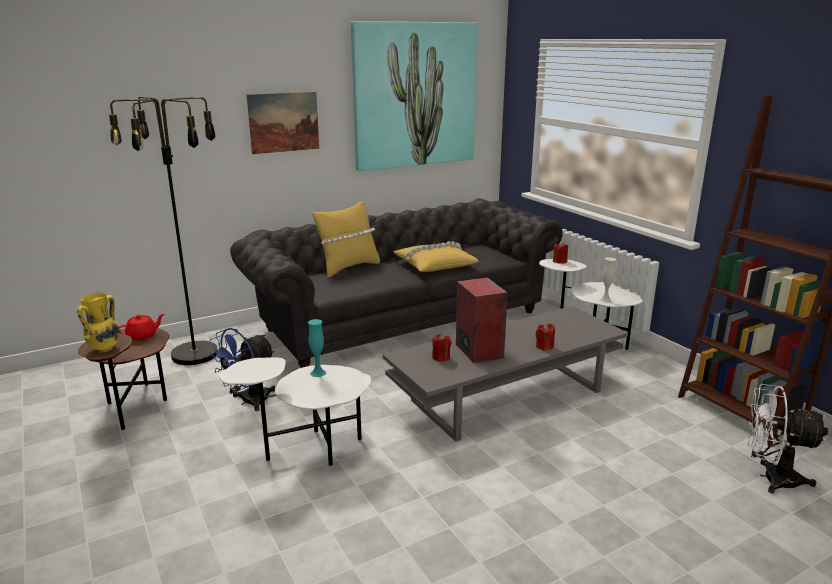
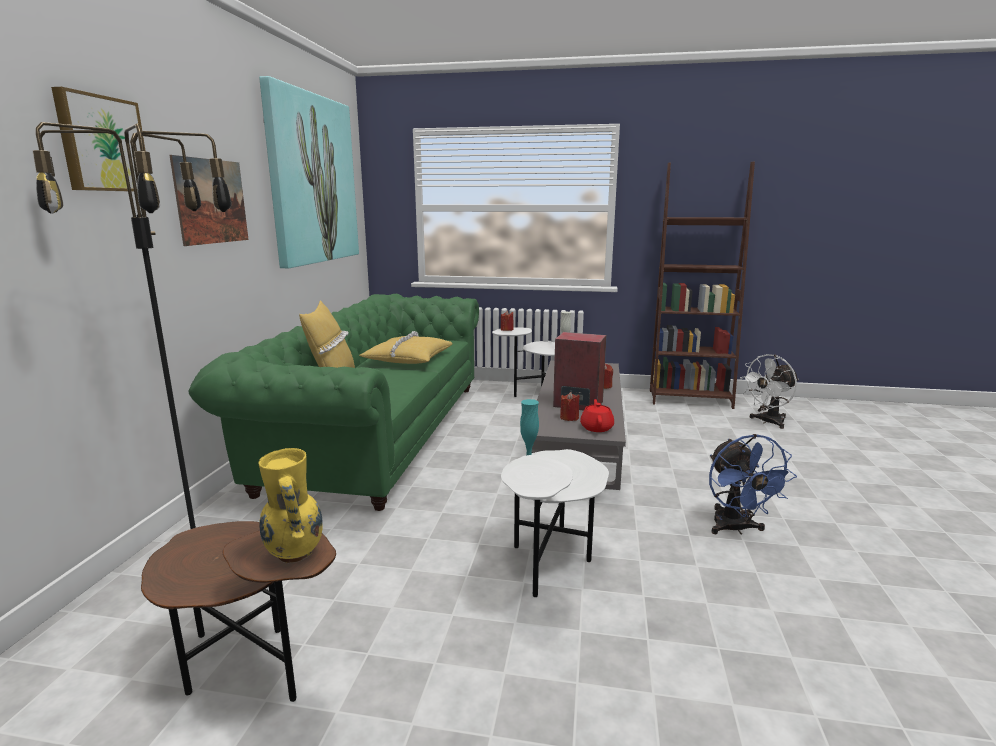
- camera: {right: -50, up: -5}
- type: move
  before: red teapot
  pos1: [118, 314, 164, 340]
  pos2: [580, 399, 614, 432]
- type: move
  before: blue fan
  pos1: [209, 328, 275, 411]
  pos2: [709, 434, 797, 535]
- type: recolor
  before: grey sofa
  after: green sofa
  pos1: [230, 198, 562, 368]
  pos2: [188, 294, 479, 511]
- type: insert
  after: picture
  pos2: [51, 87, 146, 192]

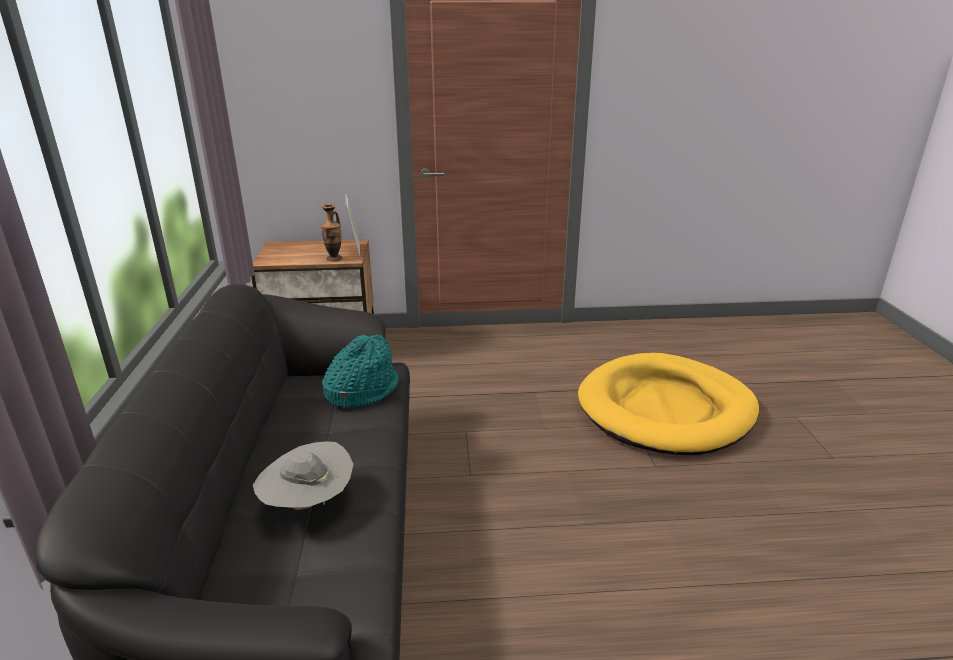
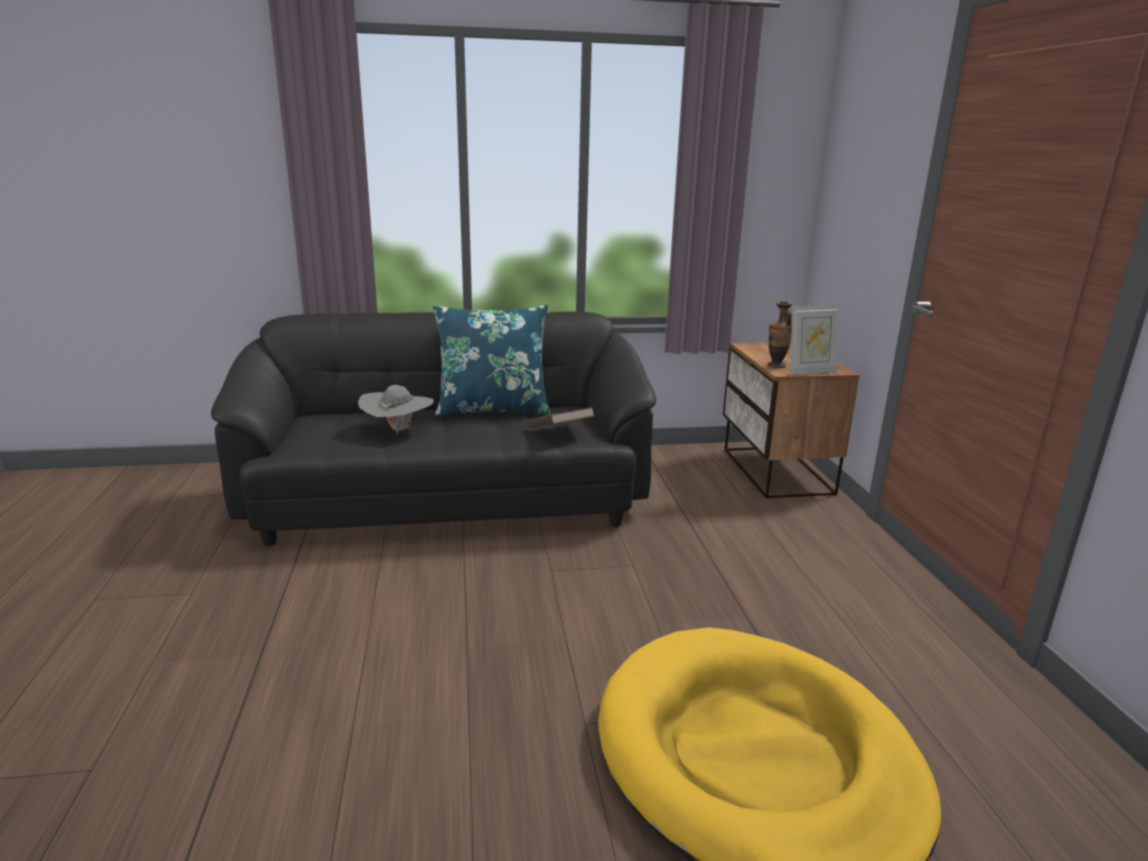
- camera: {right: 85, up: -5}
- type: replace
  before: turquoise hat
  after: brown book
  pos1: [322, 335, 398, 408]
  pos2: [527, 407, 595, 429]
- type: insert
  after: blue pillow
  pos2: [433, 305, 550, 417]

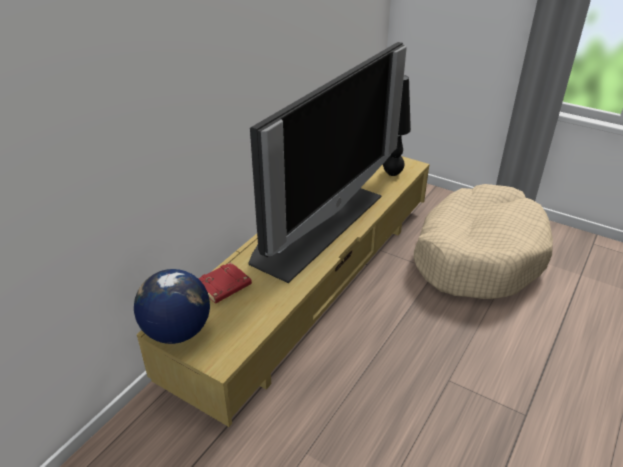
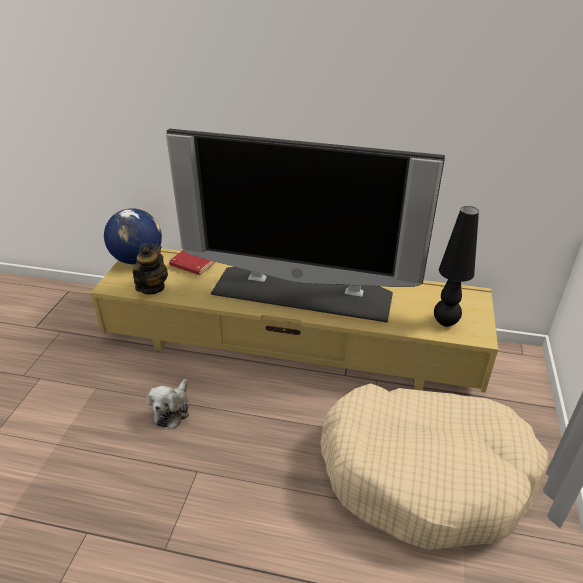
- camera: {right: 70, up: 0}
- type: insert
  after: teapot
  pos2: [133, 246, 168, 295]
- type: insert
  after: plush toy
  pos2: [148, 379, 189, 429]

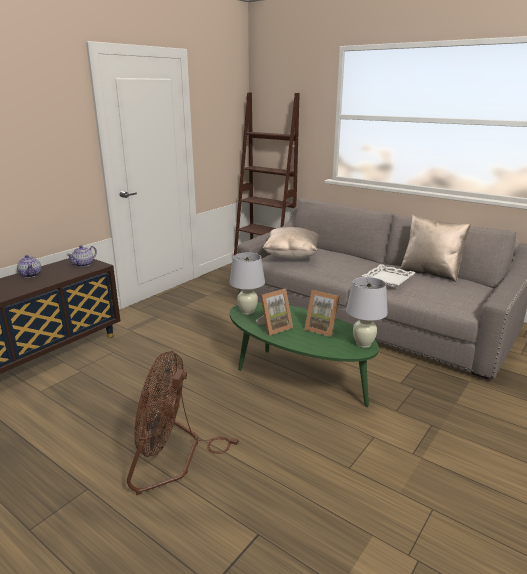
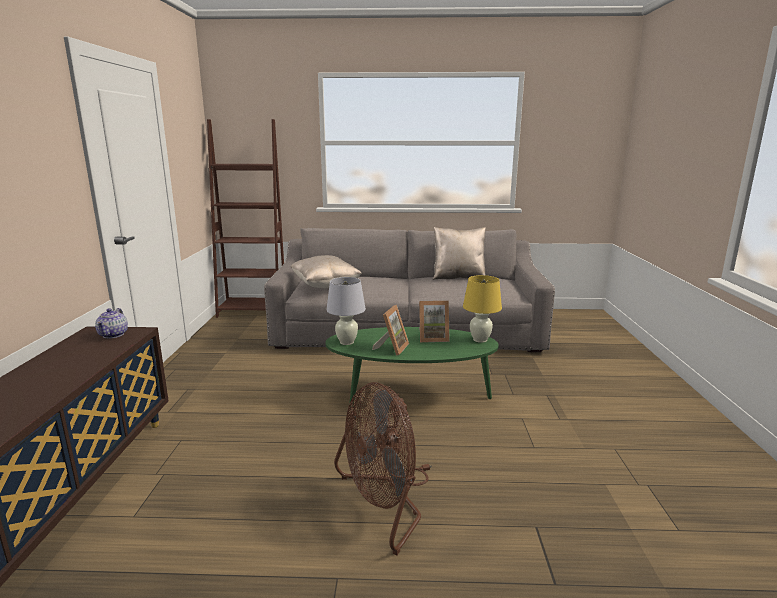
- camera: {right: -35, up: -5}
- type: delete
  before: teapot
  pos1: [17, 255, 42, 278]
- type: recolor
  before: white table lamp
  after: yellow table lamp
  pos1: [346, 277, 388, 348]
  pos2: [463, 275, 502, 343]
- type: delete
  before: white tray
  pos1: [362, 264, 416, 288]

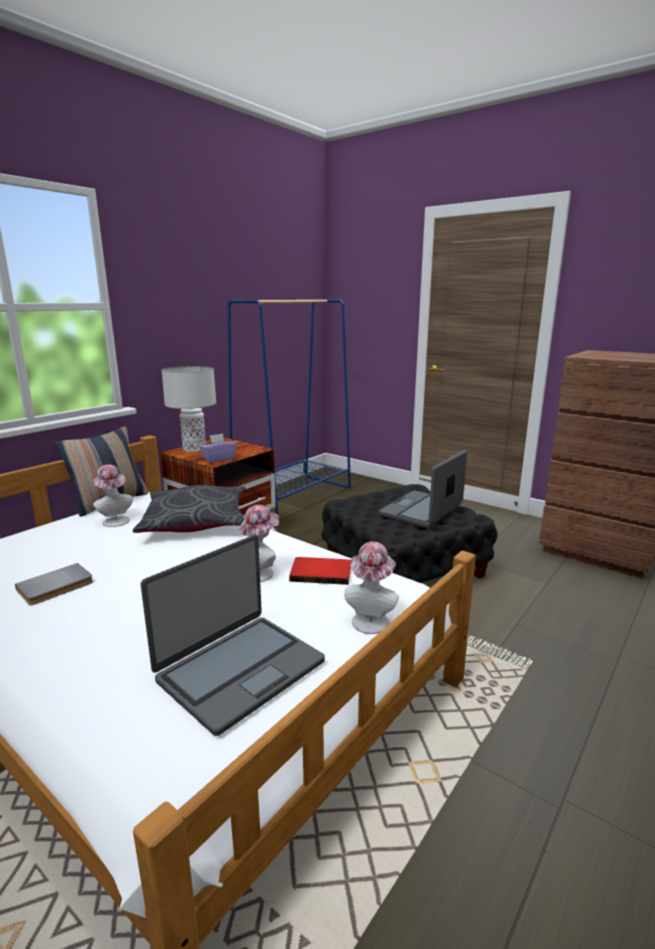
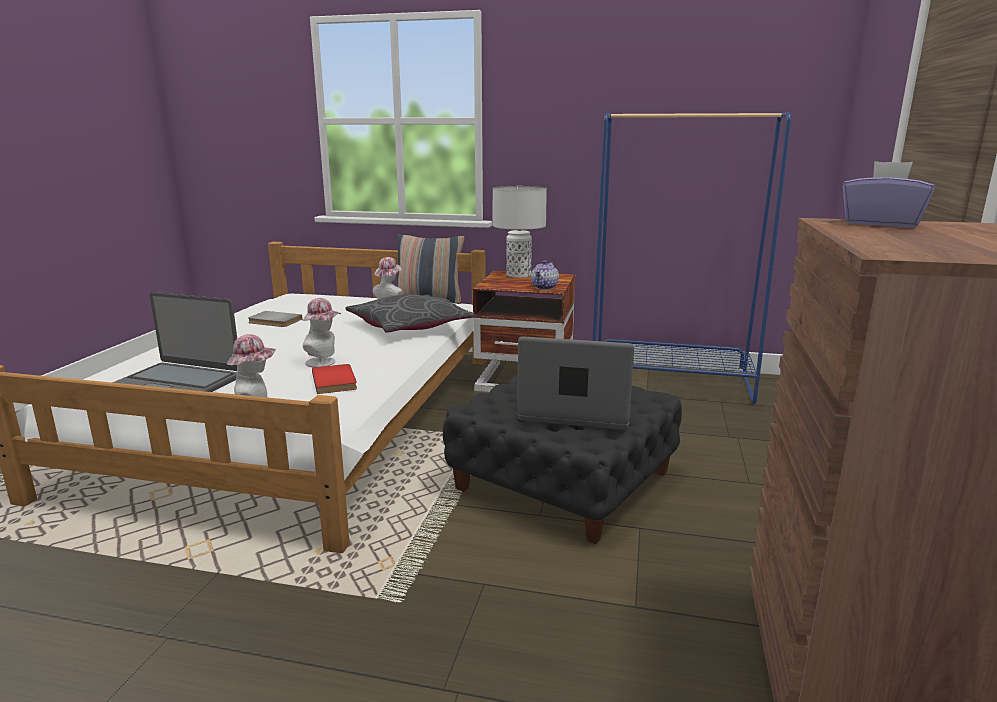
- camera: {right: 65, up: 0}
- type: move
  before: purple tissue box
  pos1: [200, 434, 237, 463]
  pos2: [843, 161, 935, 227]
- type: insert
  after: teapot
  pos2: [531, 260, 559, 290]

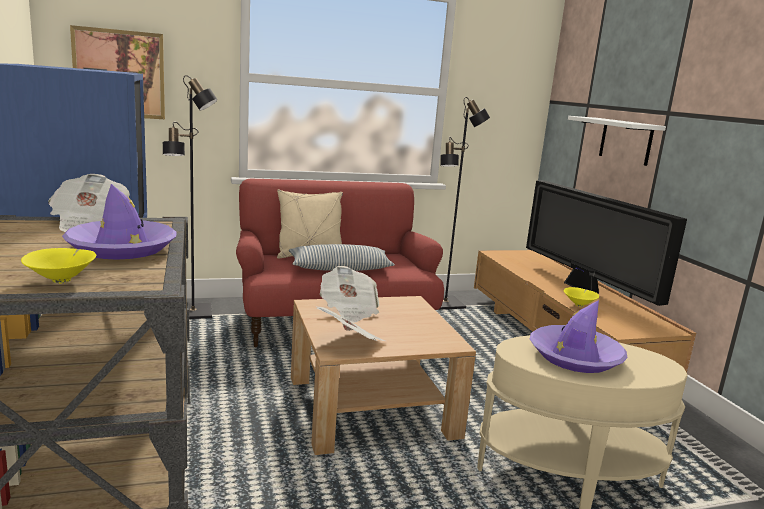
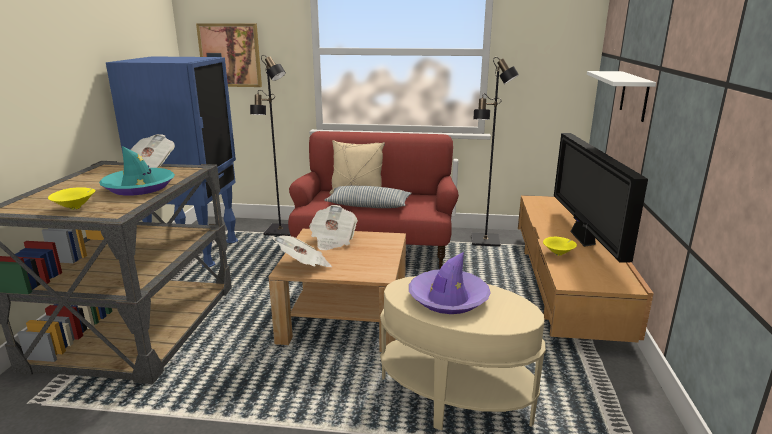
- camera: {right: 25, up: 5}
- type: recolor
  before: purple hat
  after: turquoise hat
  pos1: [62, 184, 177, 260]
  pos2: [99, 146, 175, 196]

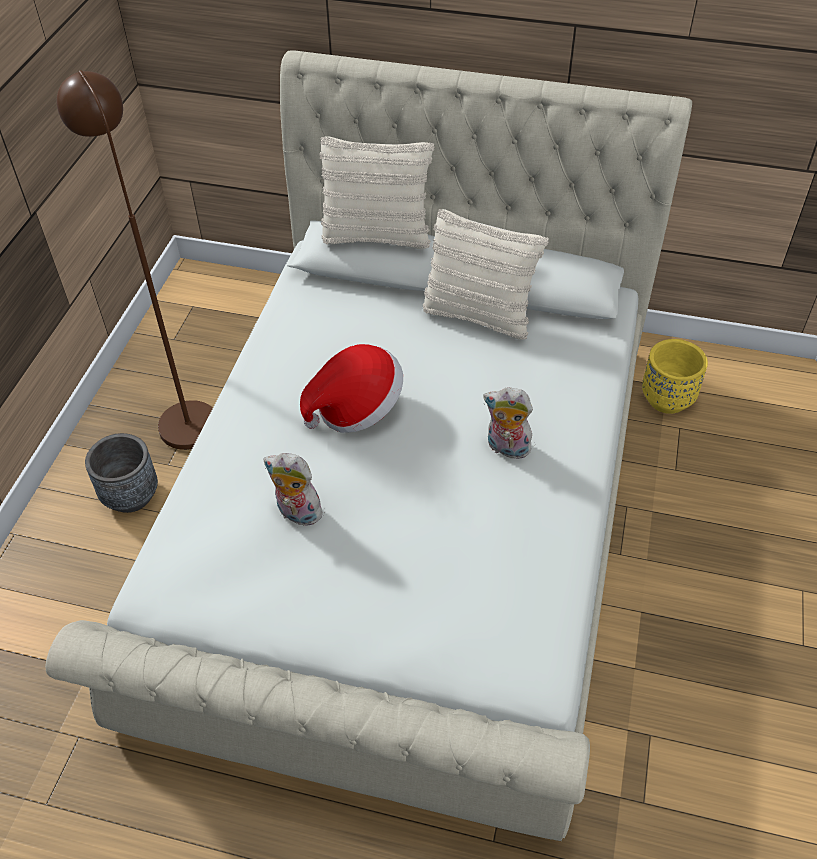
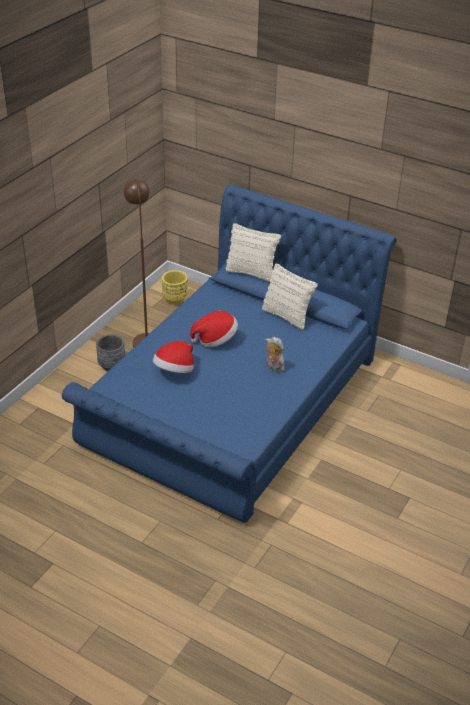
- camera: {right: 15, up: -10}
- type: recolor
  before: beige bed
  after: blue bed
  pos1: [45, 50, 692, 841]
  pos2: [62, 184, 397, 523]
- type: replace
  before: plush toy
  after: hat
  pos1: [263, 453, 328, 526]
  pos2: [153, 341, 194, 373]
- type: move
  before: yellow planter
  pos1: [642, 339, 708, 414]
  pos2: [162, 270, 188, 304]

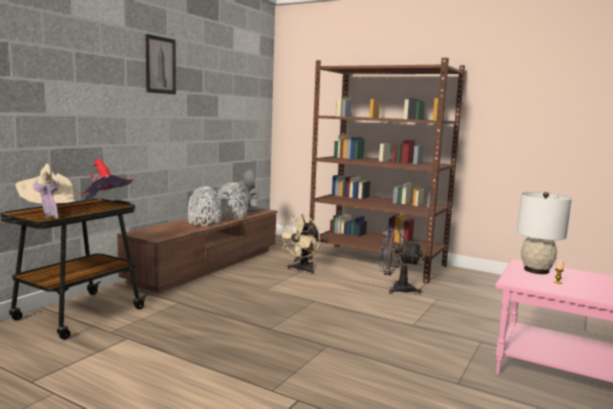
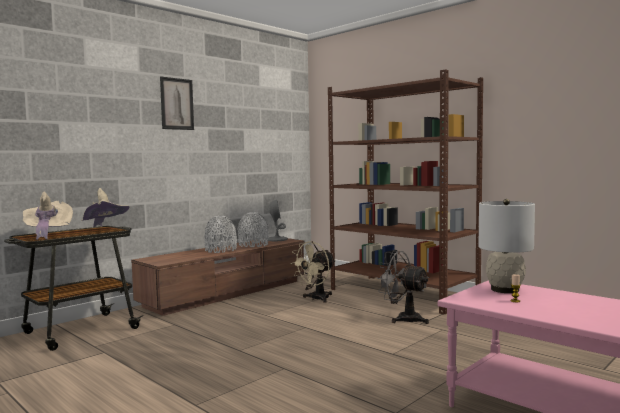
- camera: {right: 15, up: -5}
- type: recolor
  before: red hat
  after: beige hat
  pos1: [78, 159, 134, 201]
  pos2: [81, 188, 130, 227]

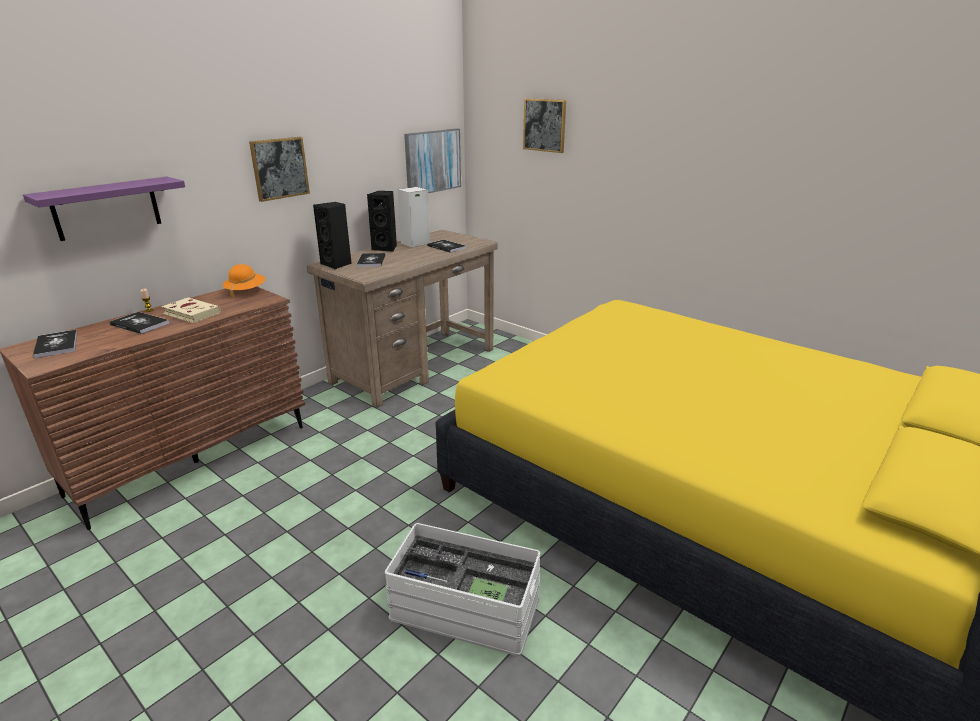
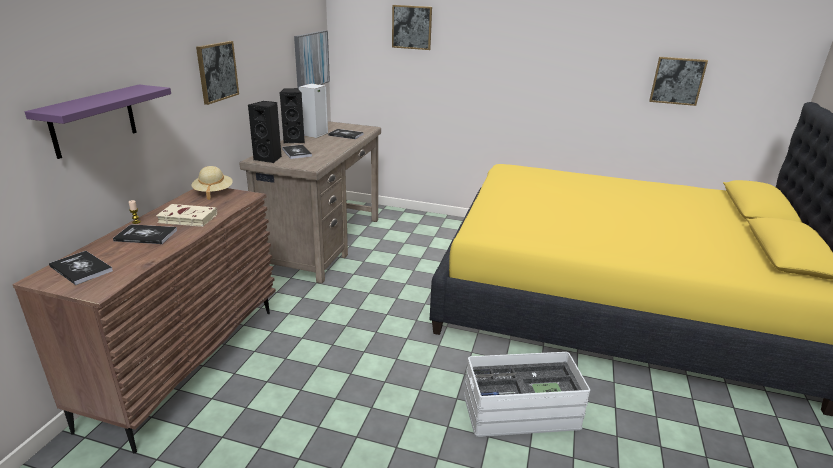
- camera: {right: -25, up: 0}
- type: recolor
  before: orange hat
  after: beige hat
  pos1: [223, 264, 266, 298]
  pos2: [192, 166, 233, 200]
- type: insert
  after: picture
  pos2: [649, 57, 708, 106]

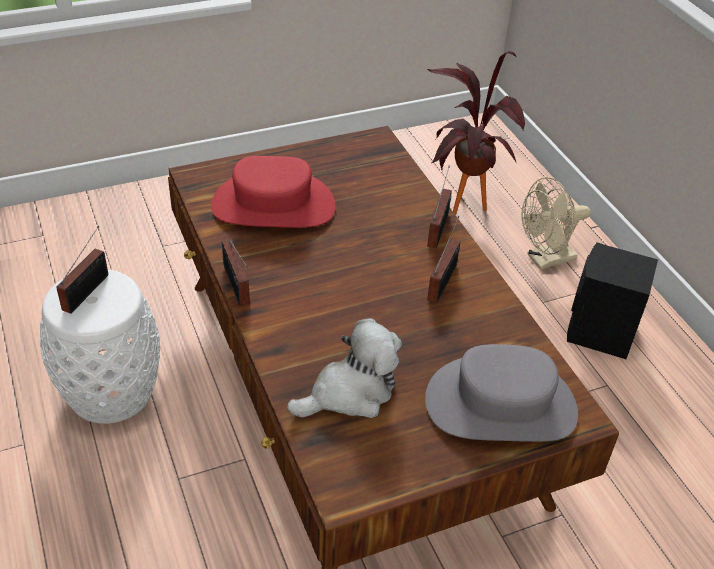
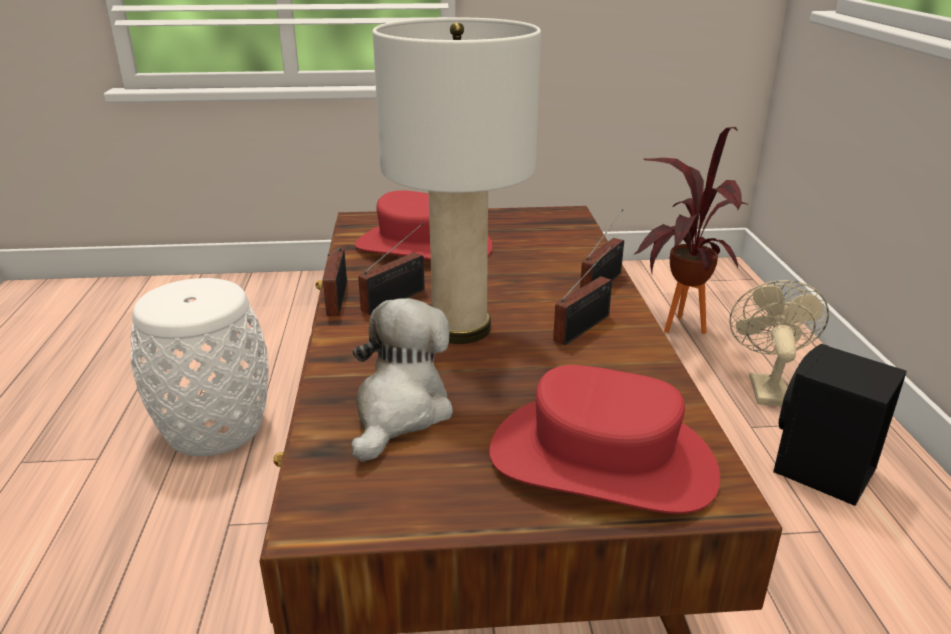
- camera: {right: 20, up: -15}
- type: move
  before: radio
  pos1: [56, 225, 108, 314]
  pos2: [358, 223, 425, 315]
- type: rotate
  before: plush toy
  pos1: [287, 318, 402, 418]
  pos2: [351, 298, 453, 462]
  turn: -60
- type: recolor
  before: grey hat
  after: red hat
  pos1: [425, 344, 578, 442]
  pos2: [490, 365, 720, 514]
- type: rotate
  before: beige fan
  pos1: [521, 177, 591, 270]
  pos2: [729, 280, 829, 406]
  turn: 105
- type: insert
  after: white table lamp
  pos2: [373, 17, 541, 344]

